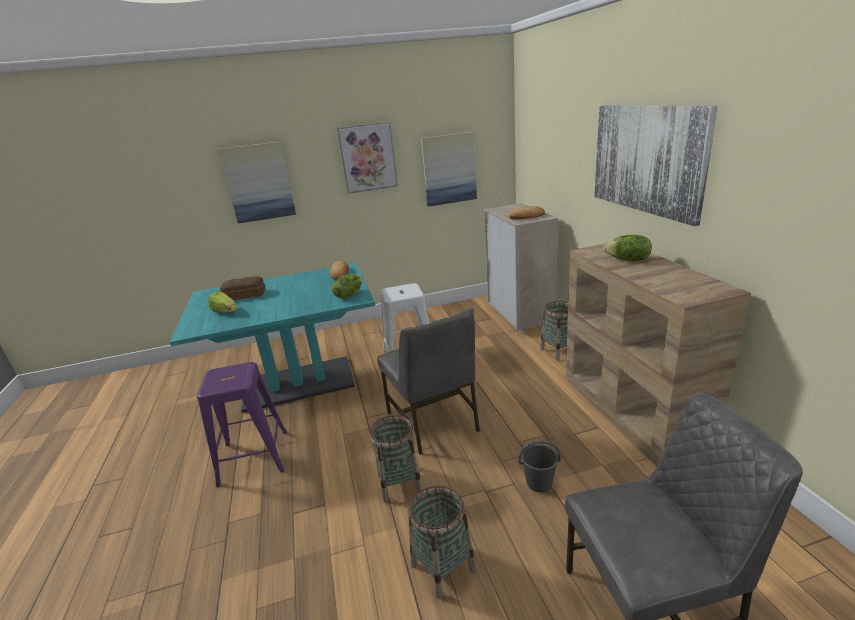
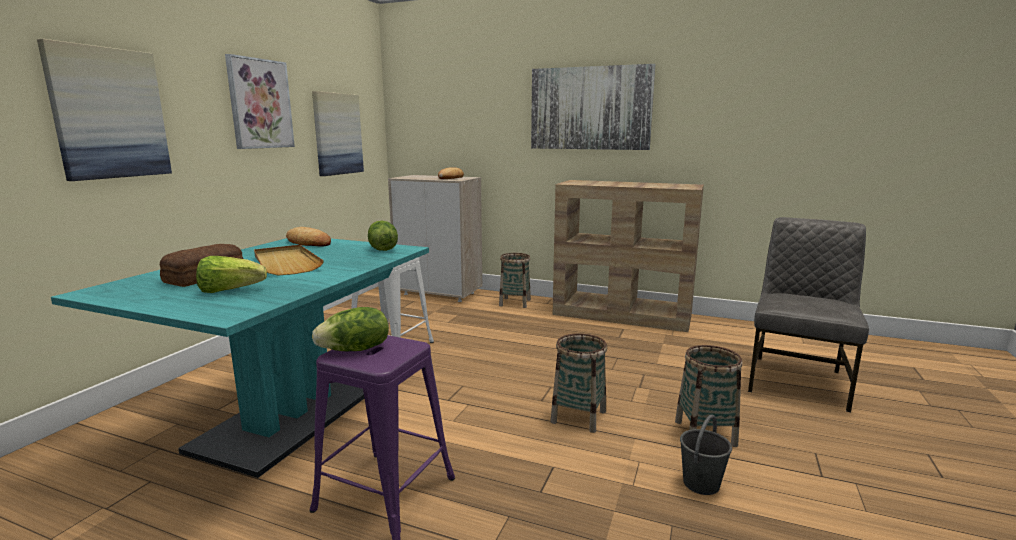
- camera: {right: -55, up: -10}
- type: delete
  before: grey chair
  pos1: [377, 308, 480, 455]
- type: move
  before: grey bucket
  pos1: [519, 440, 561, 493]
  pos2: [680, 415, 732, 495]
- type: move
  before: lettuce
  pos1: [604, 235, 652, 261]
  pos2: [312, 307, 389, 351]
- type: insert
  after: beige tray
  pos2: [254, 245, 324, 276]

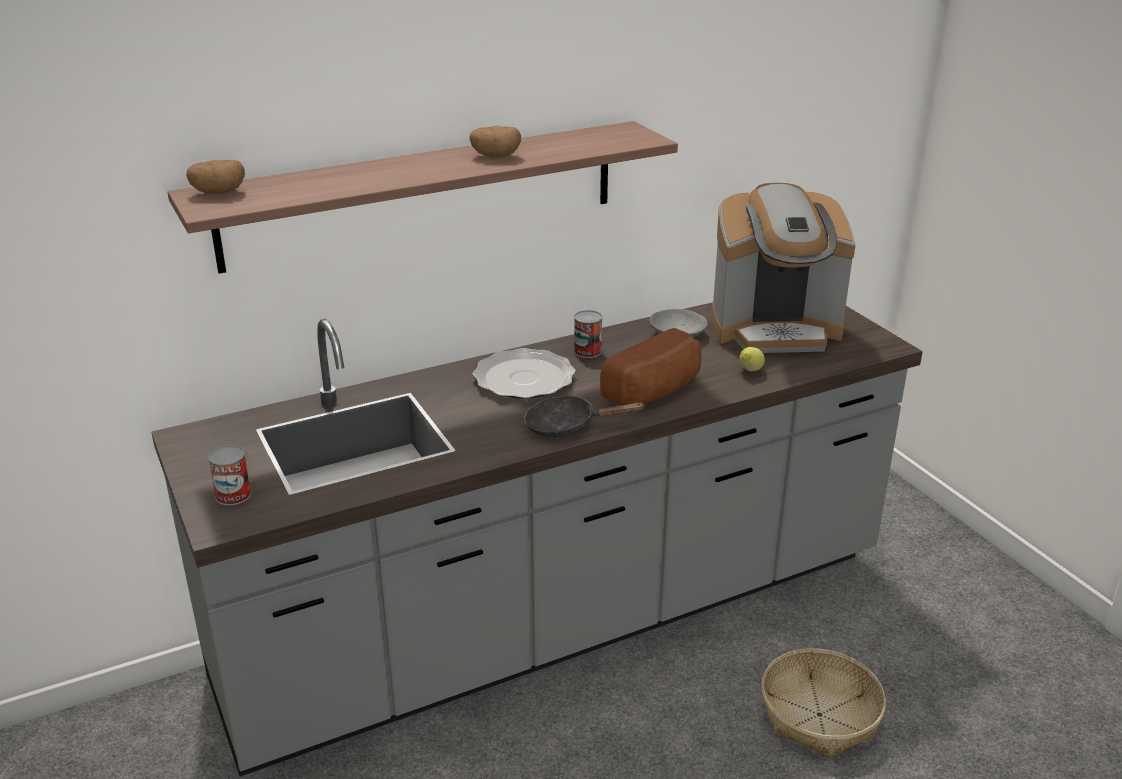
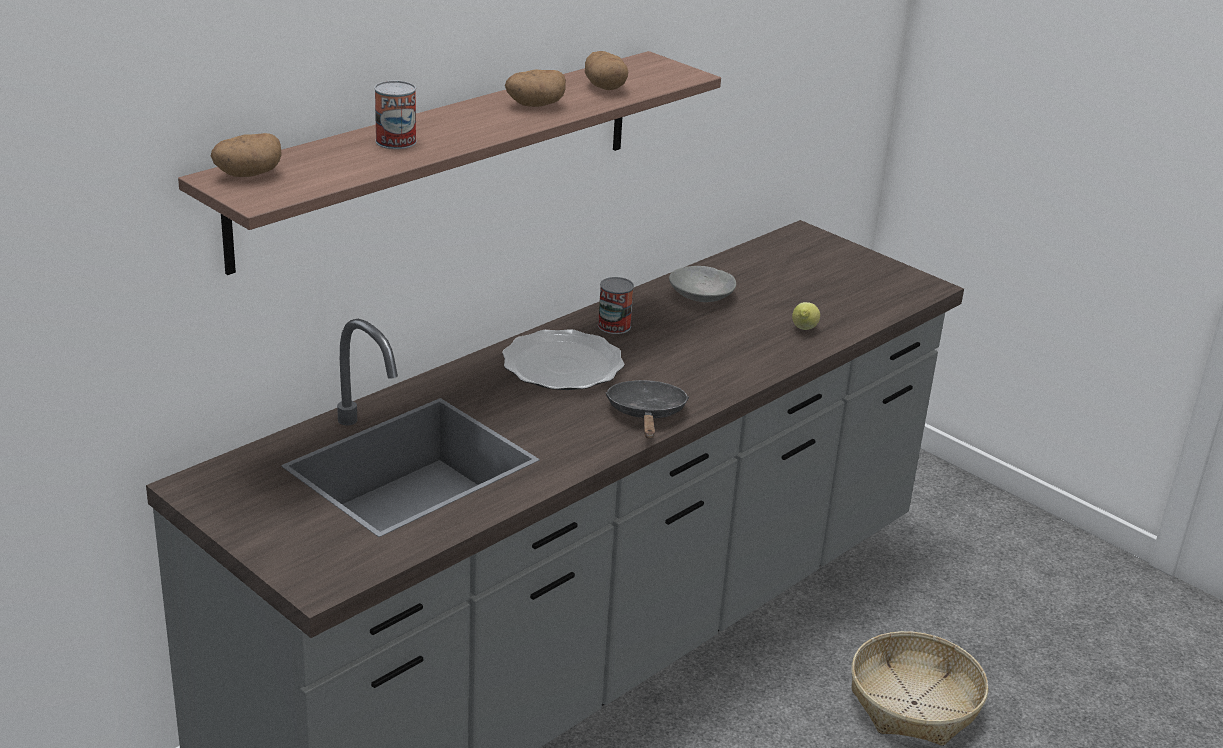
- camera: {right: -20, up: 0}
- type: move
  before: can
  pos1: [208, 445, 251, 505]
  pos2: [374, 80, 417, 149]
- type: rotate
  before: black frying pan
  pos1: [524, 395, 646, 437]
  pos2: [606, 380, 689, 439]
  turn: 105
- type: delete
  before: bread
  pos1: [601, 328, 702, 405]
- type: delete
  before: coffee machine
  pos1: [711, 183, 856, 353]
- type: insert
  after: potato
  pos2: [585, 51, 628, 90]

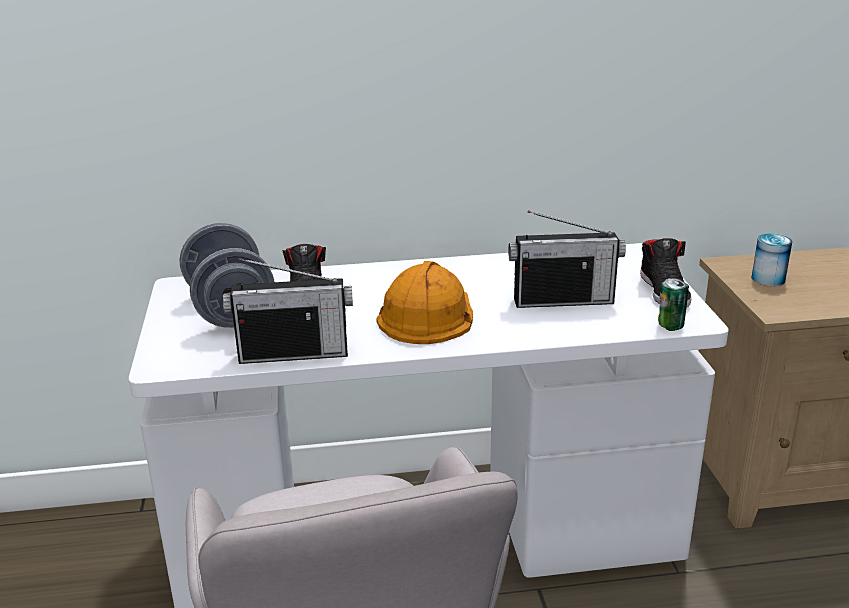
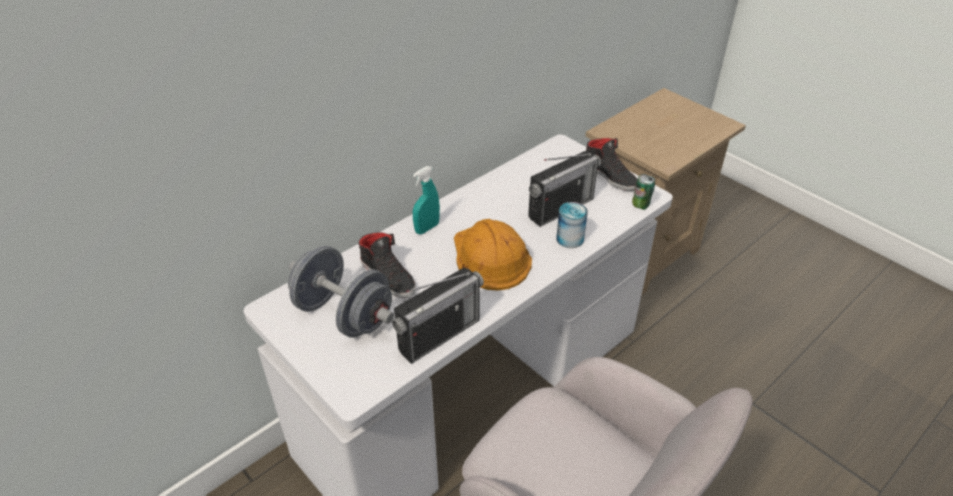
- camera: {right: -35, up: 15}
- type: move
  before: can
  pos1: [752, 233, 792, 286]
  pos2: [556, 202, 588, 248]
- type: insert
  after: turquoise spray bottle
  pos2: [413, 166, 440, 234]

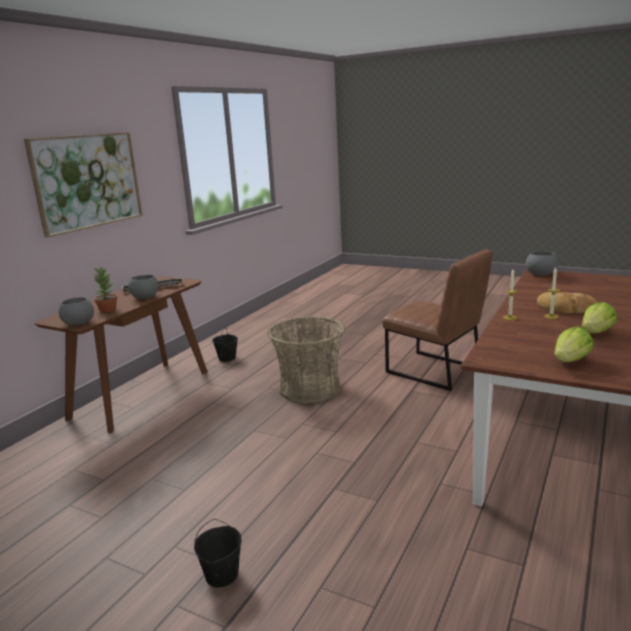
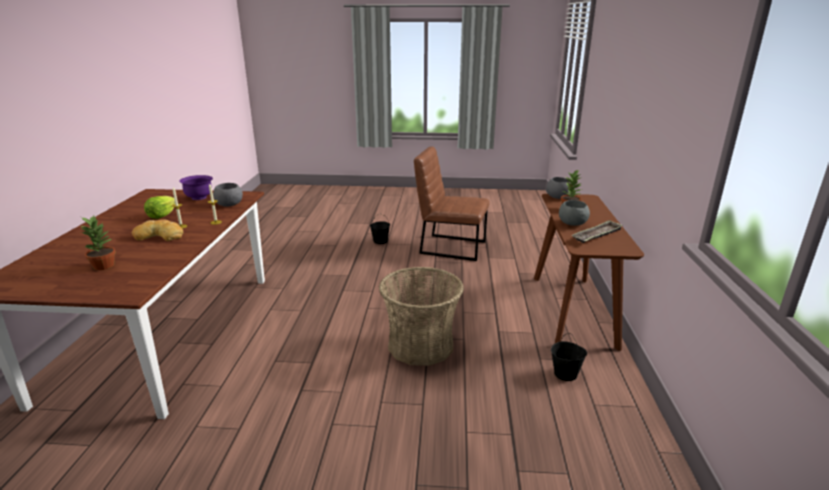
- camera: {right: 155, up: 5}
- type: delete
  before: picture
  pos1: [24, 132, 143, 238]
- type: move
  before: brown chair
  pos1: [382, 249, 493, 391]
  pos2: [414, 146, 490, 261]
- type: move
  before: grey bowl
  pos1: [526, 251, 558, 276]
  pos2: [213, 183, 243, 207]
- type: replace
  before: lettuce
  after: purple bowl
  pos1: [555, 326, 594, 362]
  pos2: [179, 175, 213, 200]
- type: insert
  after: potted plant
  pos2: [81, 216, 116, 270]

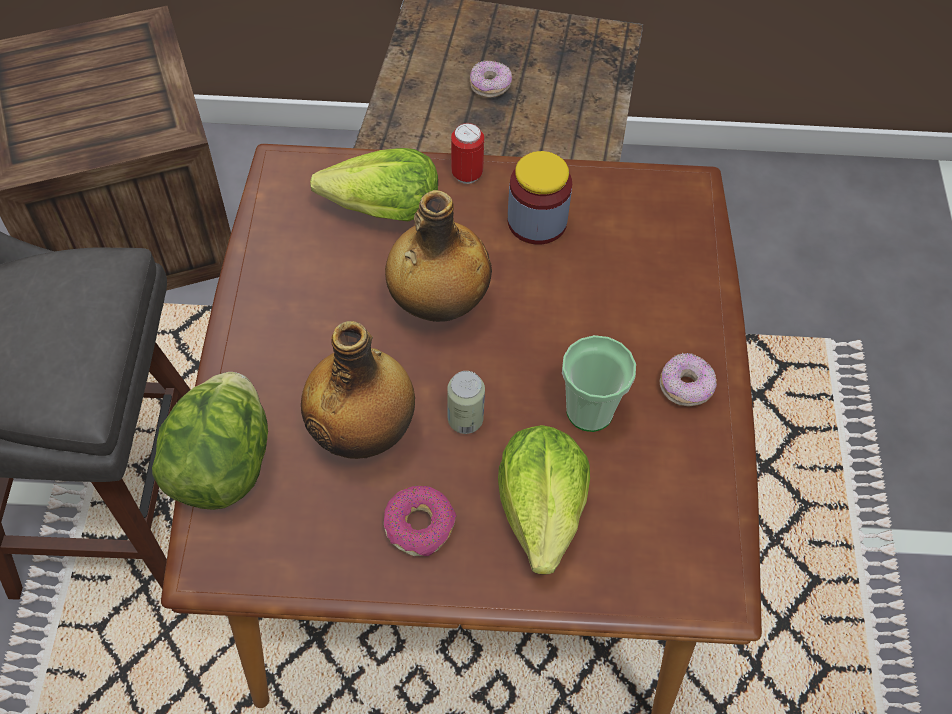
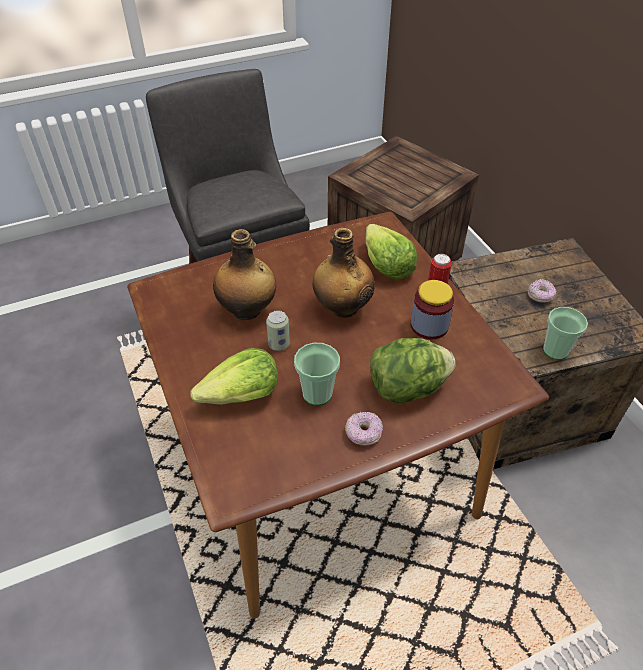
- camera: {right: 65, up: -10}
- type: move
  before: lettuce
  pos1: [152, 372, 268, 510]
  pos2: [370, 338, 456, 403]
- type: delete
  before: donut
  pos1: [384, 486, 457, 556]
- type: insert
  after: cup
  pos2: [543, 307, 588, 360]

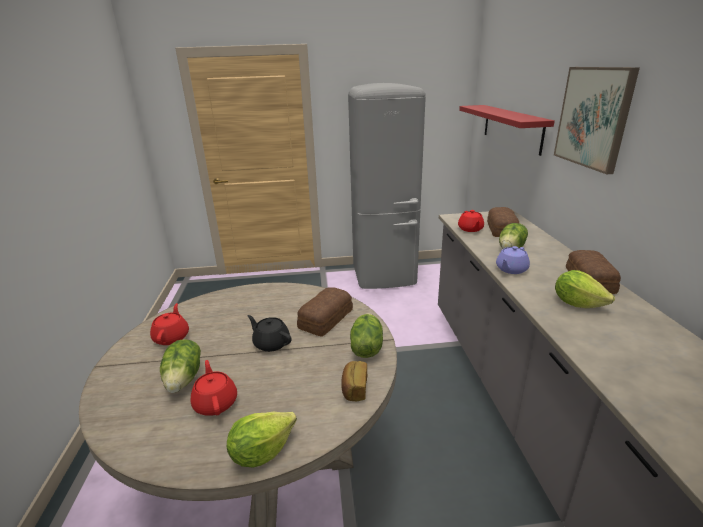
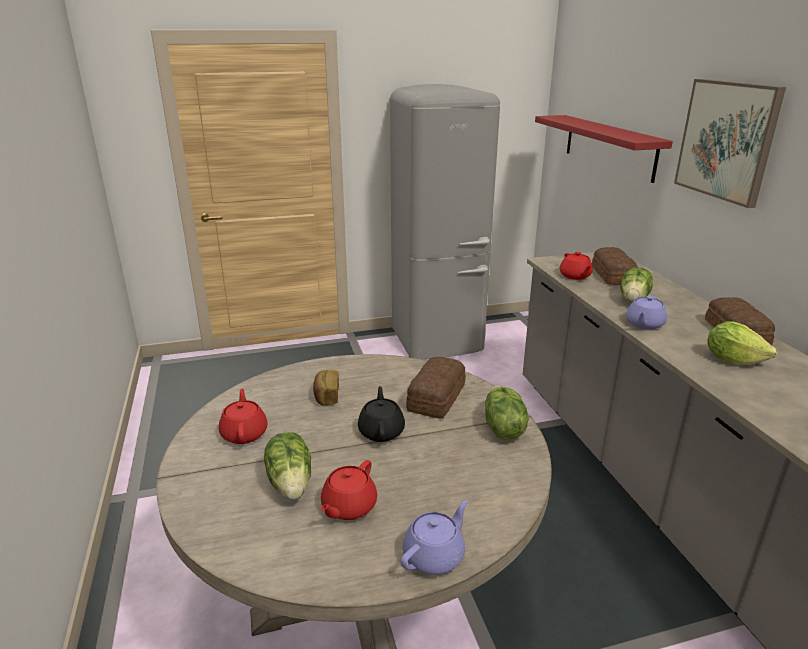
- camera: {right: -10, up: 0}
- type: rotate
  before: red teapot
  pos1: [190, 360, 237, 416]
  pos2: [320, 460, 377, 520]
  turn: -120
- type: replace
  before: lettuce
  after: purple teapot
  pos1: [227, 412, 297, 468]
  pos2: [401, 500, 468, 575]
- type: rotate
  before: black teapot
  pos1: [248, 315, 292, 352]
  pos2: [358, 386, 405, 442]
  turn: 60
- type: move
  before: bread
  pos1: [341, 361, 367, 401]
  pos2: [313, 370, 339, 405]

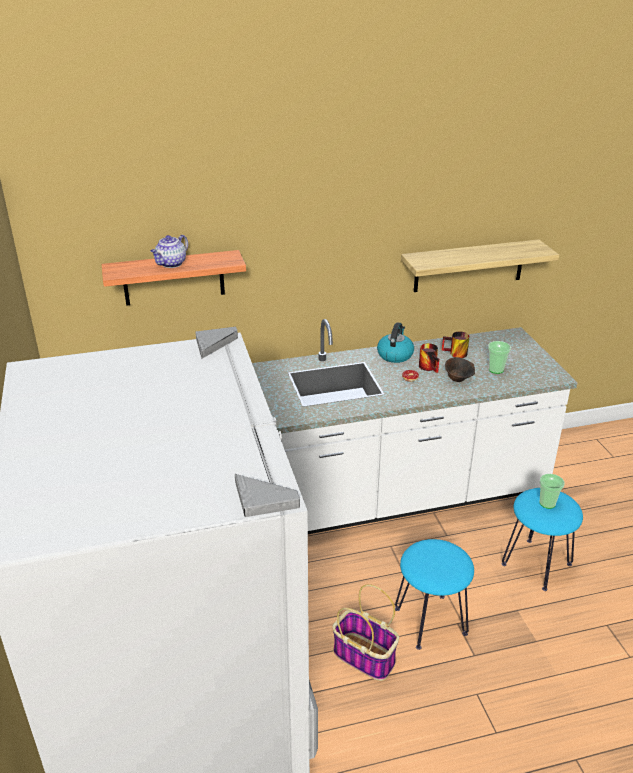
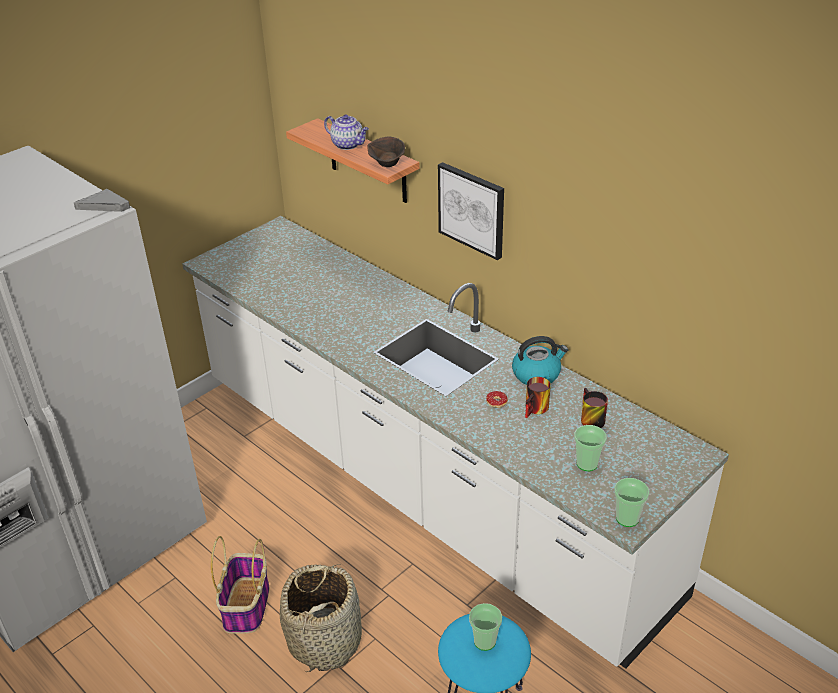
- camera: {right: 60, up: 5}
- type: rotate
  before: teapot
  pos1: [150, 235, 188, 268]
  pos2: [324, 115, 369, 150]
  turn: -150
- type: replace
  before: turquoise stool
  after: basket
  pos1: [395, 539, 474, 650]
  pos2: [280, 564, 362, 672]
- type: delete
  before: shelf
  pos1: [401, 239, 559, 292]
- type: move
  before: brown bowl
  pos1: [445, 357, 475, 382]
  pos2: [367, 136, 405, 167]
- type: insert
  after: picture
  pos2: [438, 162, 504, 260]
- type: insert
  after: cup
  pos2: [614, 478, 649, 527]

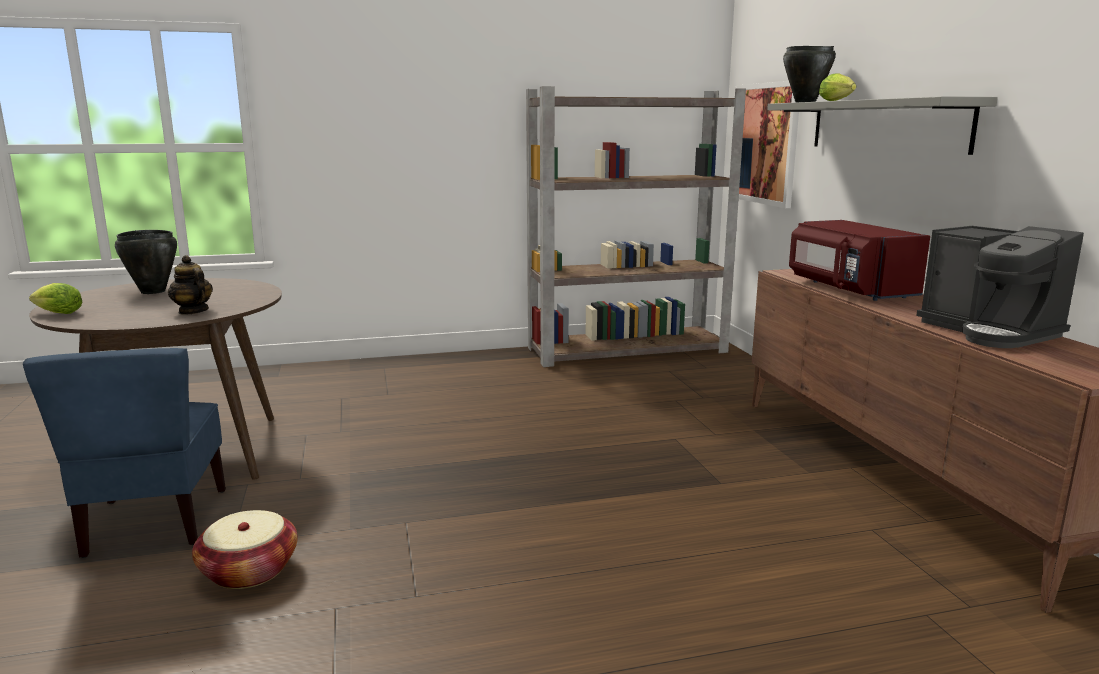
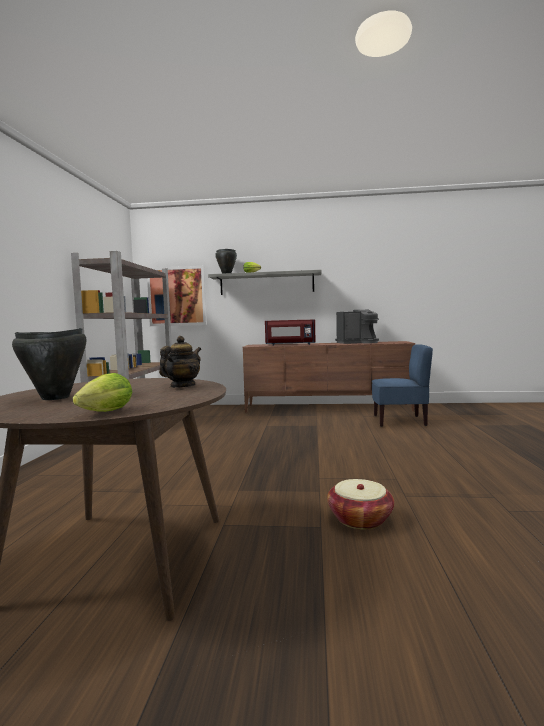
- camera: {right: -70, up: -10}
- type: move
  before: blue chair
  pos1: [23, 348, 226, 558]
  pos2: [372, 344, 433, 427]
- type: rotate
  before: teapot
  pos1: [168, 255, 213, 315]
  pos2: [159, 336, 201, 388]
  turn: 150

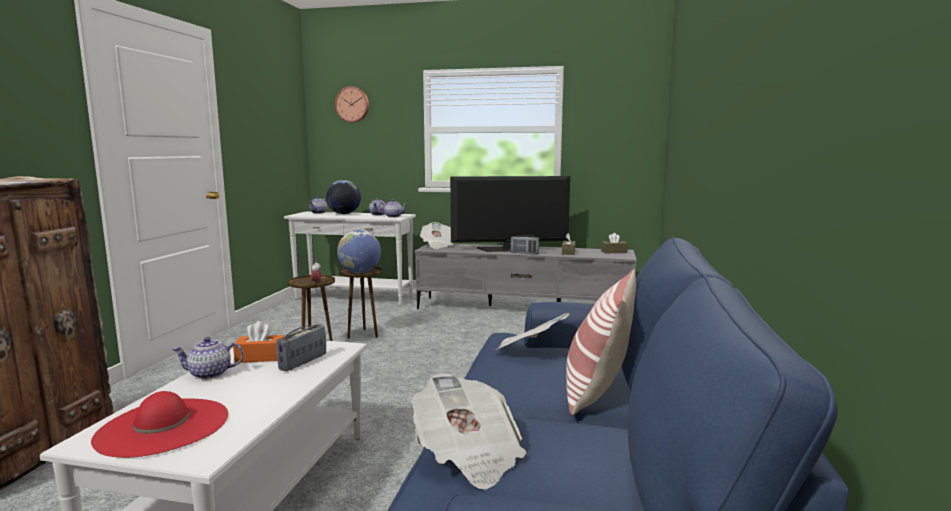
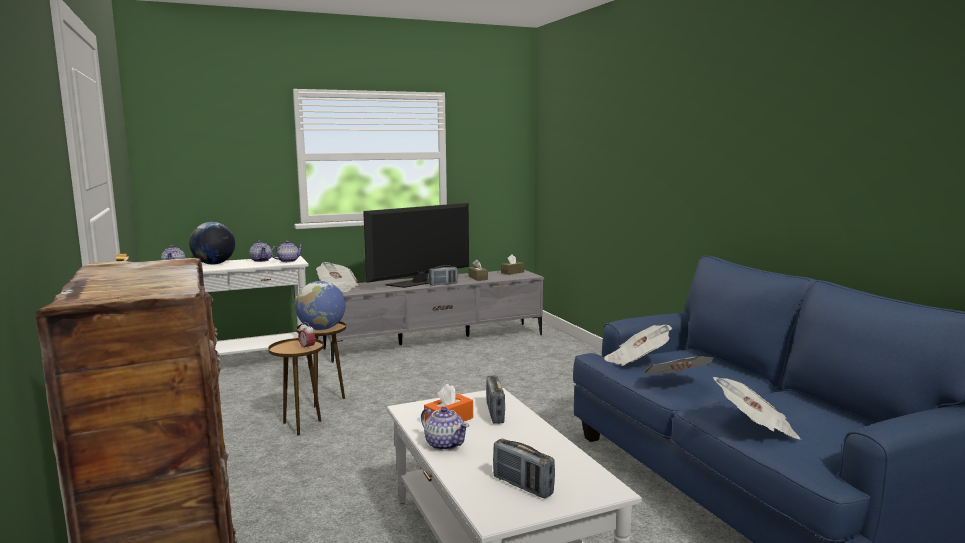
- camera: {right: -35, up: 0}
- type: replace
  before: red hat
  after: radio
  pos1: [91, 391, 228, 458]
  pos2: [493, 439, 555, 498]
- type: rotate
  before: teapot
  pos1: [172, 337, 244, 379]
  pos2: [421, 407, 469, 451]
  turn: -90
- type: delete
  before: wall clock
  pos1: [335, 86, 369, 122]
- type: delete
  before: pillow
  pos1: [566, 269, 636, 415]
- type: insert
  after: newspaper
  pos2: [644, 356, 714, 374]

